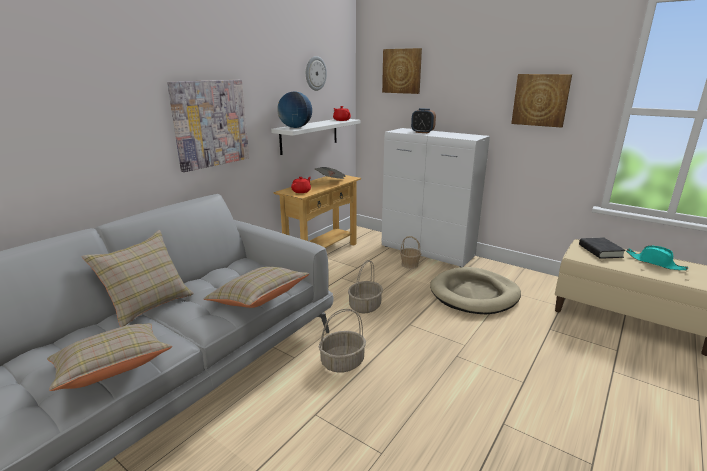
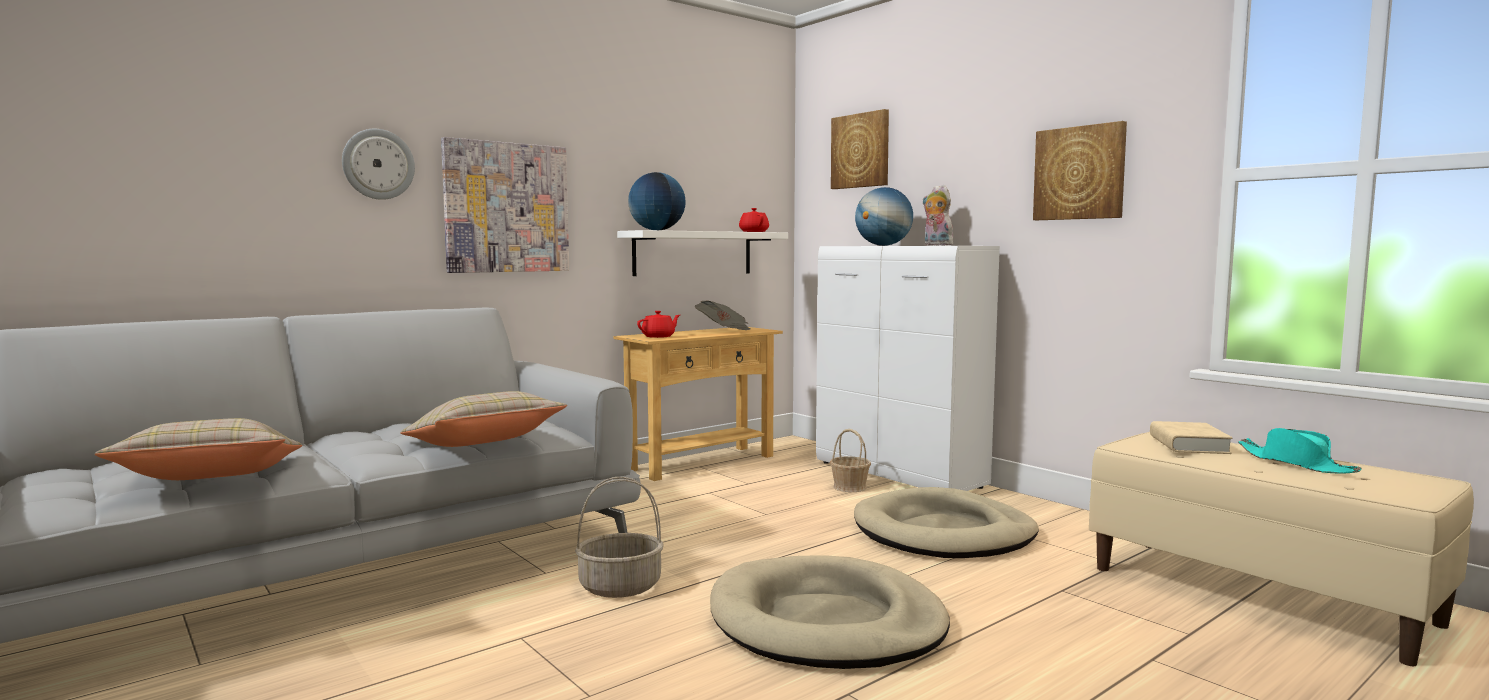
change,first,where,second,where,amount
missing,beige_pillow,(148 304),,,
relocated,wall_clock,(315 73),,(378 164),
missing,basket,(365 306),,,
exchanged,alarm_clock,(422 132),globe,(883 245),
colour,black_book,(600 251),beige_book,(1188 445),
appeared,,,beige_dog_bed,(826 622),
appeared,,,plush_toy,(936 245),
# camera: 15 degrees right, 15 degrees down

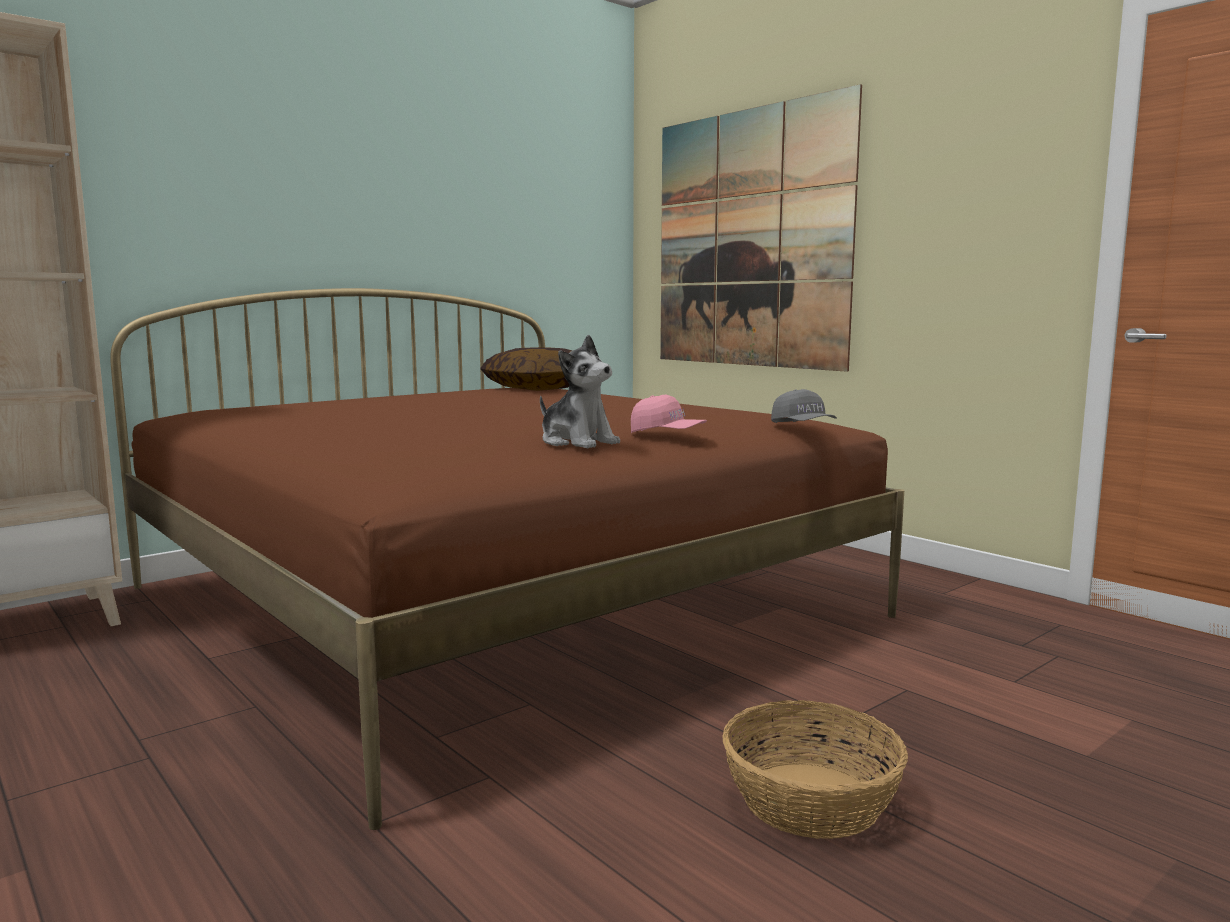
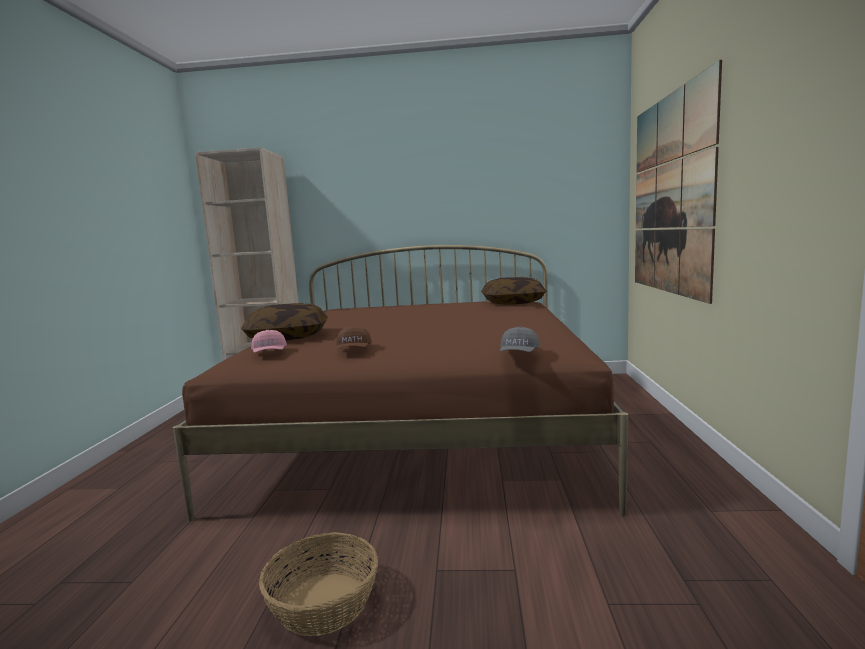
change,first,where,second,where,amount
exchanged,plush_toy,(577 442),brown_cap,(354 350),
relocated,pink_cap,(667 434),,(269 353),
appeared,,,pillow,(288 337),
# camera: 45 degrees right, 0 degrees up

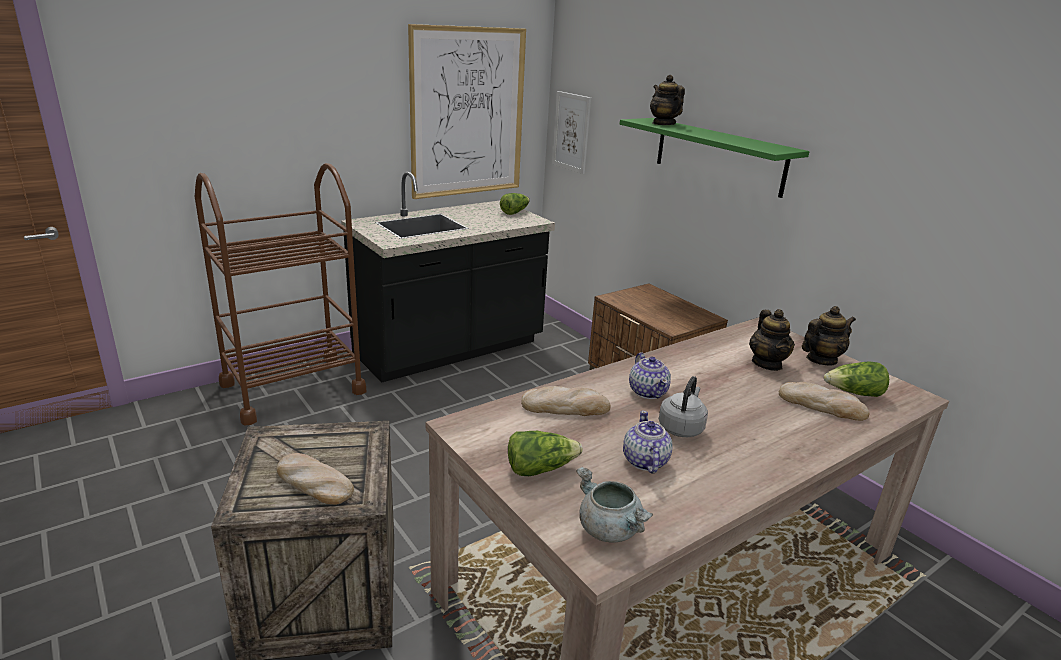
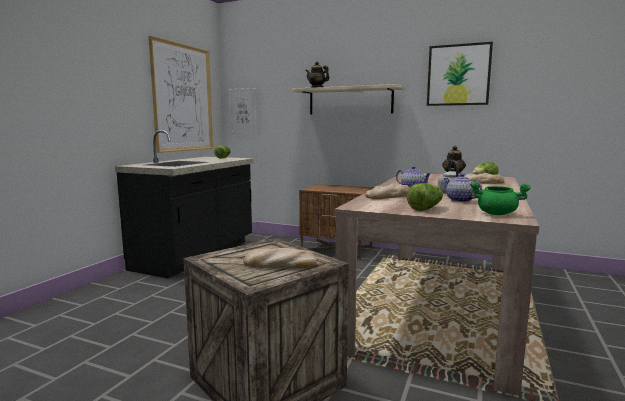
change,first,where,second,where,amount
missing,brown_cart,(293 388),,,
colour,grey_cooking_pot,(610 530),green_cooking_pot,(497 214),
colour,green_shelf,(718 156),beige_shelf,(350 101),
missing,teapot,(767 364),,,
appeared,,,picture,(458 75),
# camera: 30 degrees left, 15 degrees down

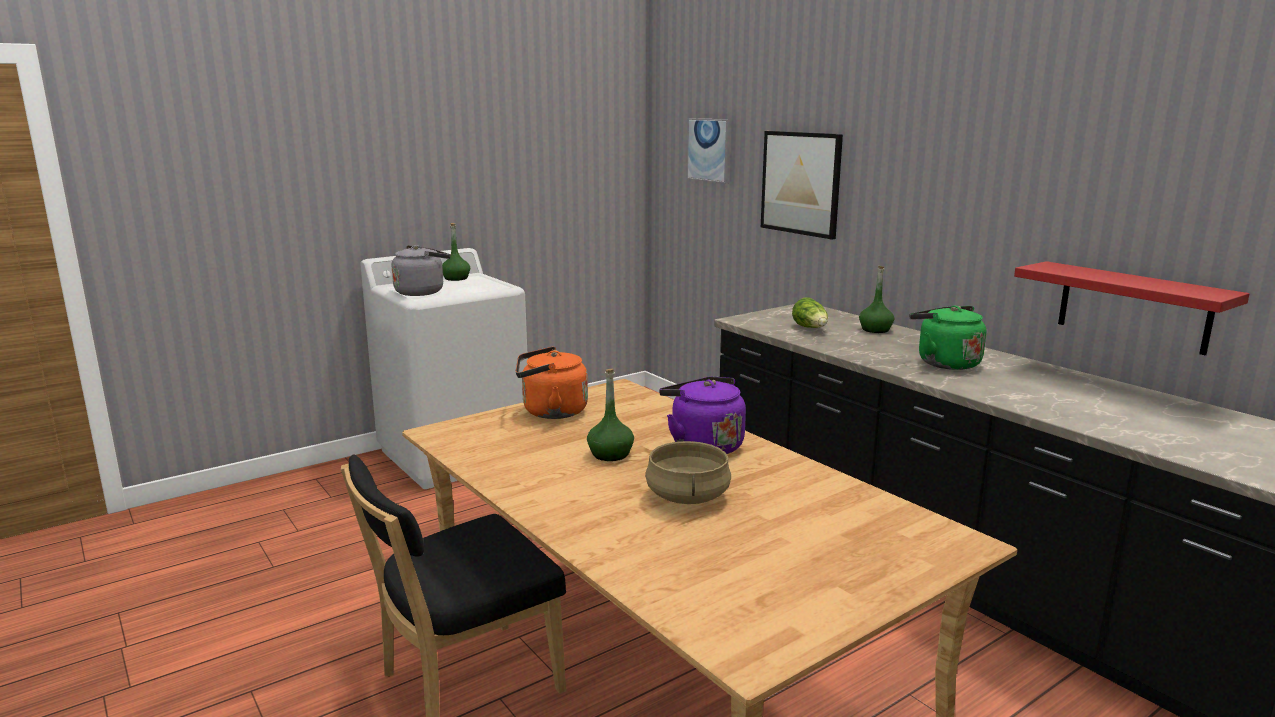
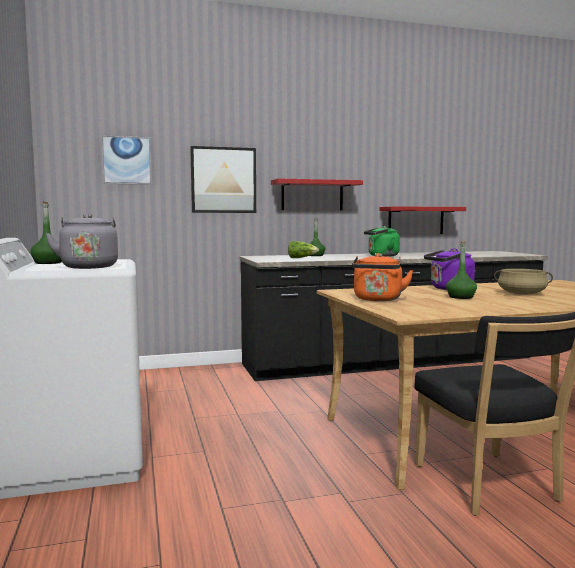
change,first,where,second,where,amount
appeared,,,red_shelf,(312 195),
# camera: 70 degrees left, 10 degrees down

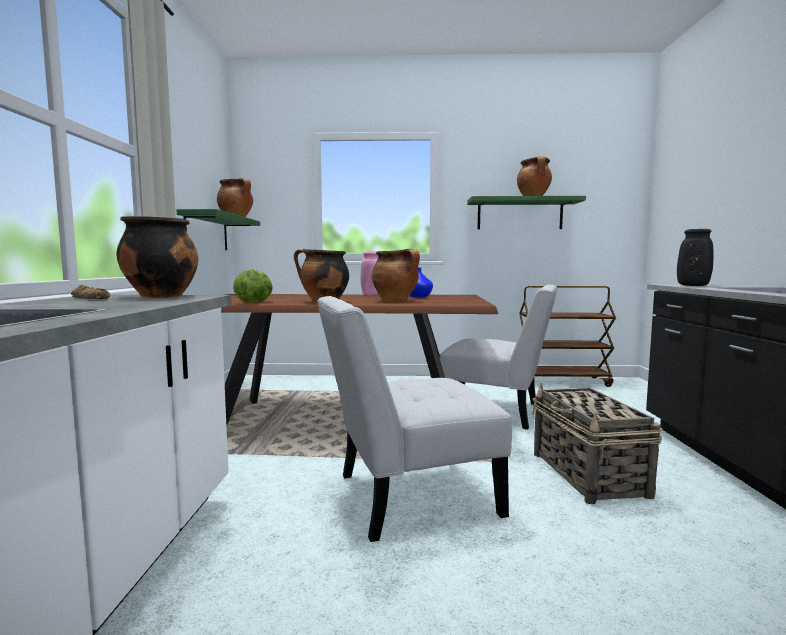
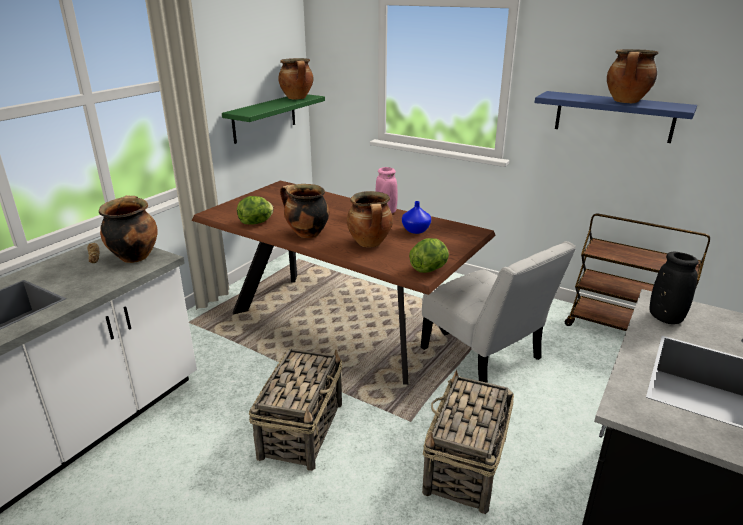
change,first,where,second,where,amount
exchanged,white_chair,(407 496),basket,(302 429),
colour,green_shelf,(520 214),blue_shelf,(613 116),
appeared,,,lettuce,(429 269),
# camera: 30 degrees right, 20 degrees up

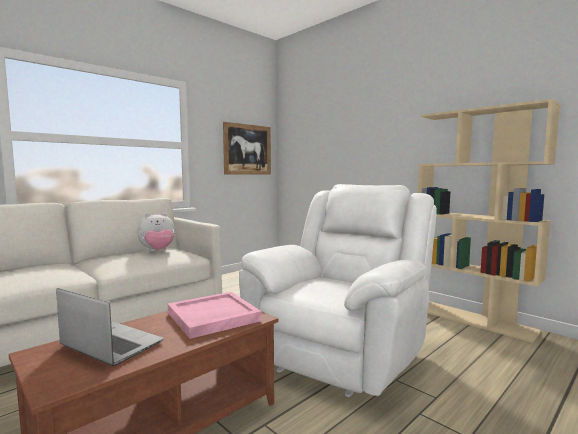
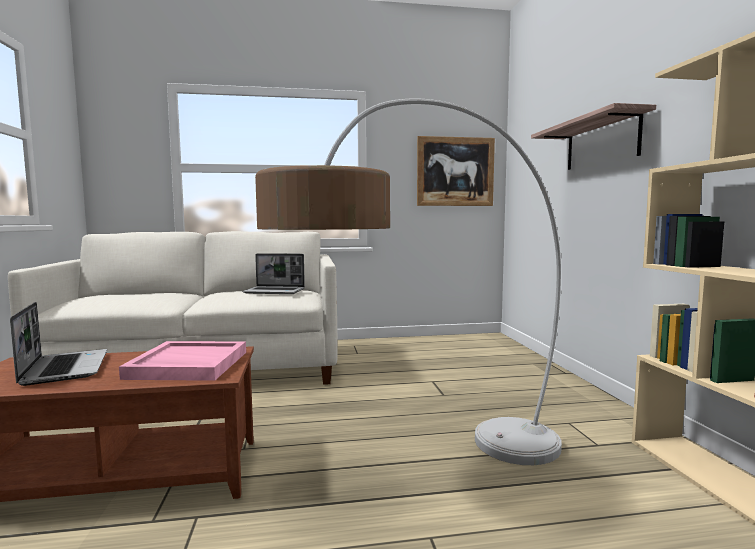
change,first,where,second,where,amount
exchanged,plush_toy,(158 251),laptop,(275 291),
exchanged,white_armchair,(342 351),floor_lamp,(414 467),
appeared,,,shelf,(601 143),
# camera: 35 degrees right, 0 degrees up

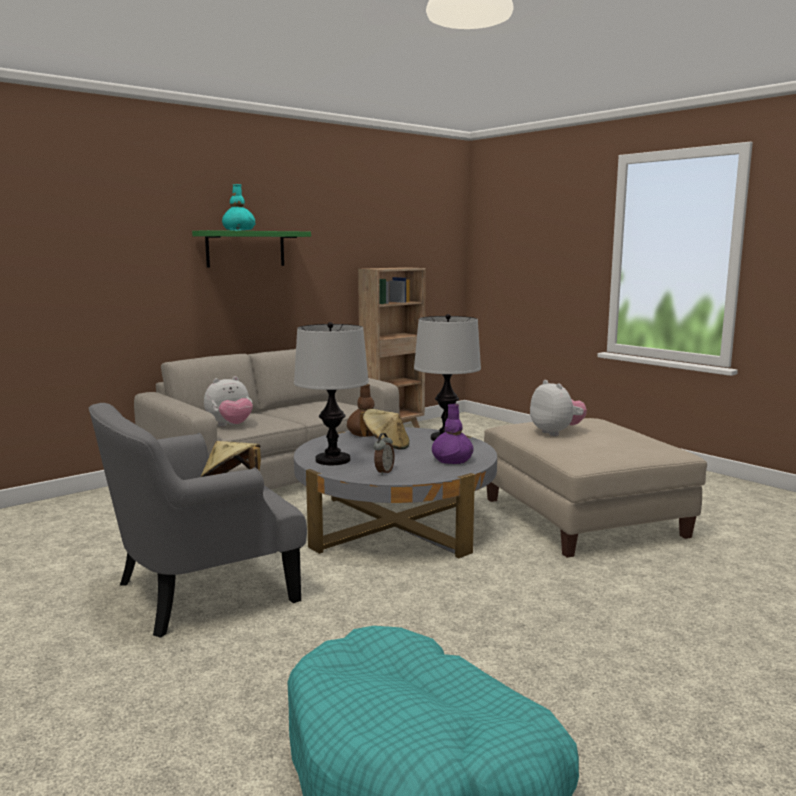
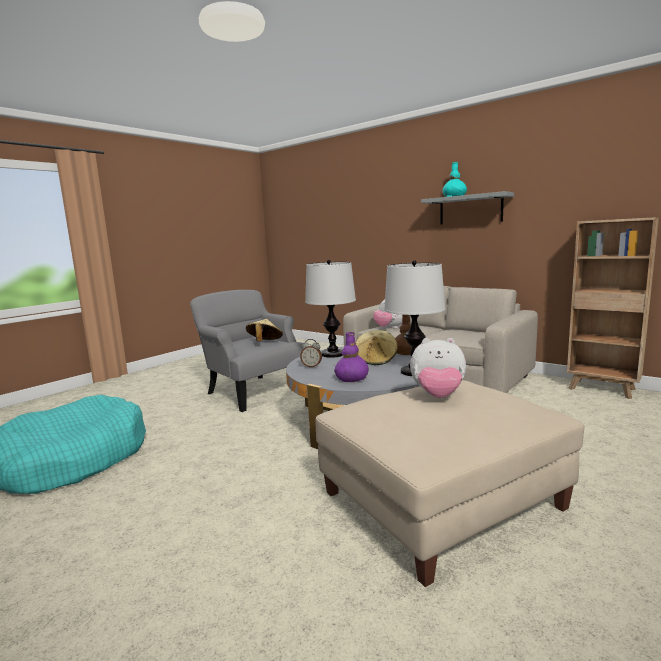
change,first,where,second,where,amount
colour,green_shelf,(245 249),grey_shelf,(470 209),
spun,plush_toy,(556 433),,(438 396),45 degrees clockwise
# camera: 80 degrees right, 0 degrees up

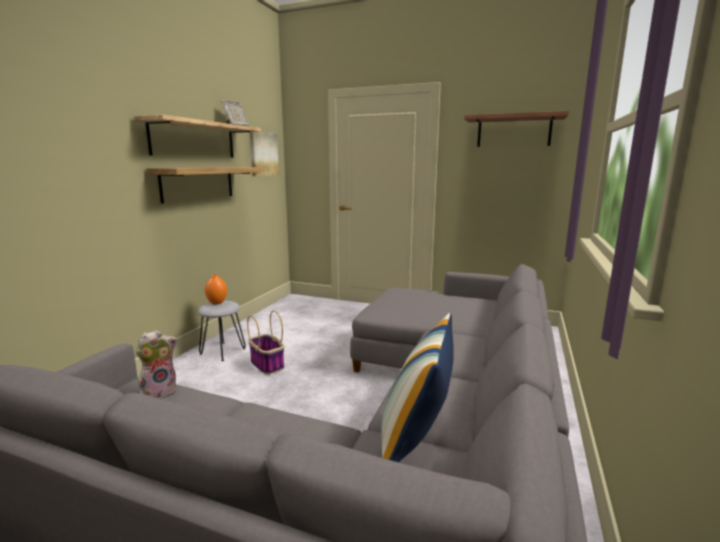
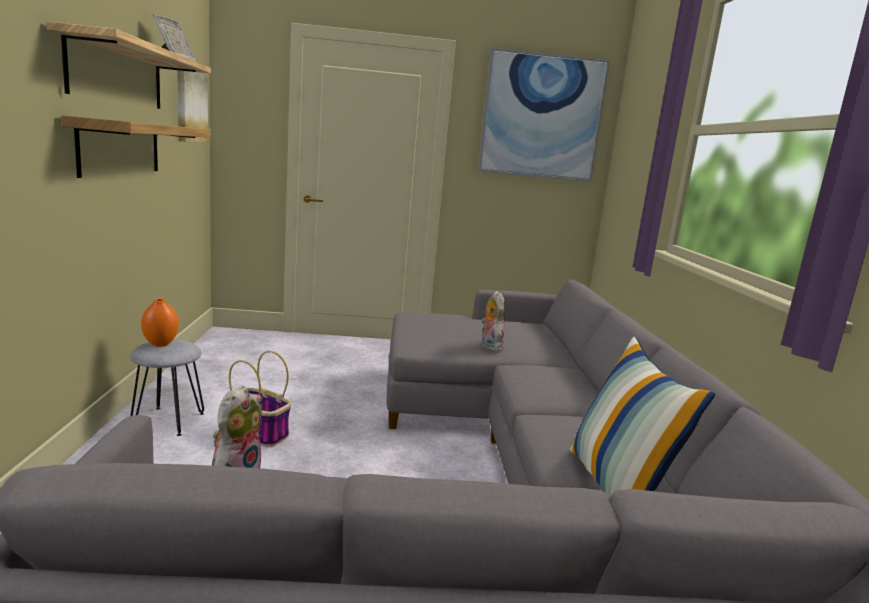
change,first,where,second,where,amount
exchanged,shelf,(513 131),picture,(541 117),
appeared,,,plush_toy,(490 346),
# camera: 25 degrees left, 0 degrees up

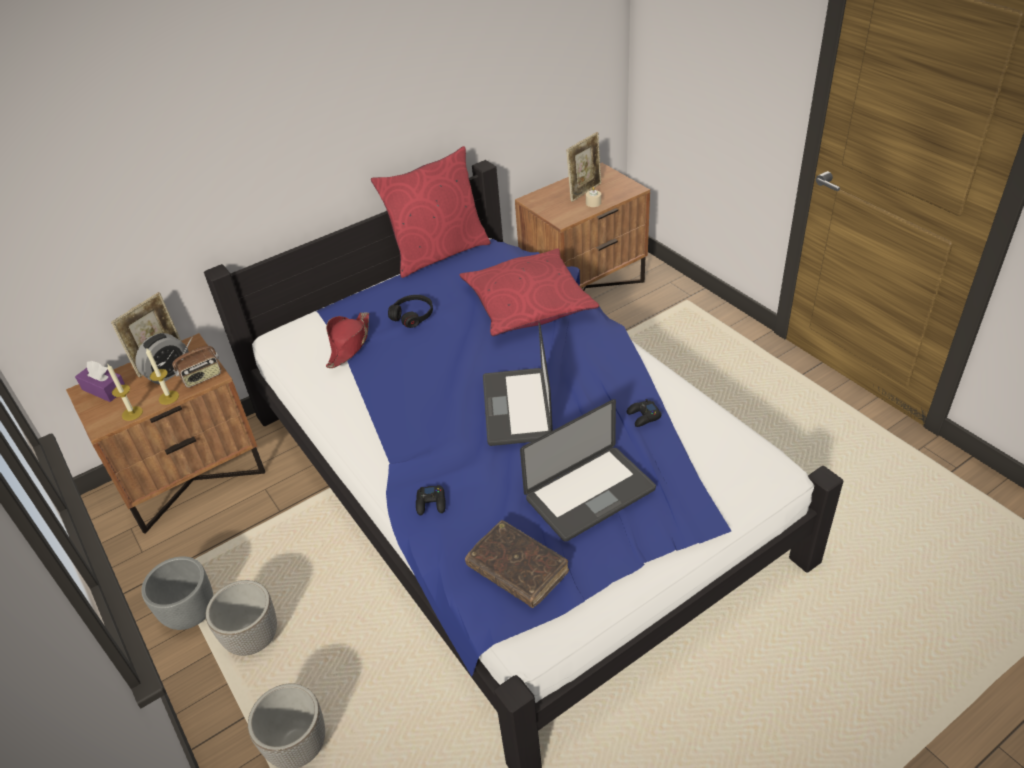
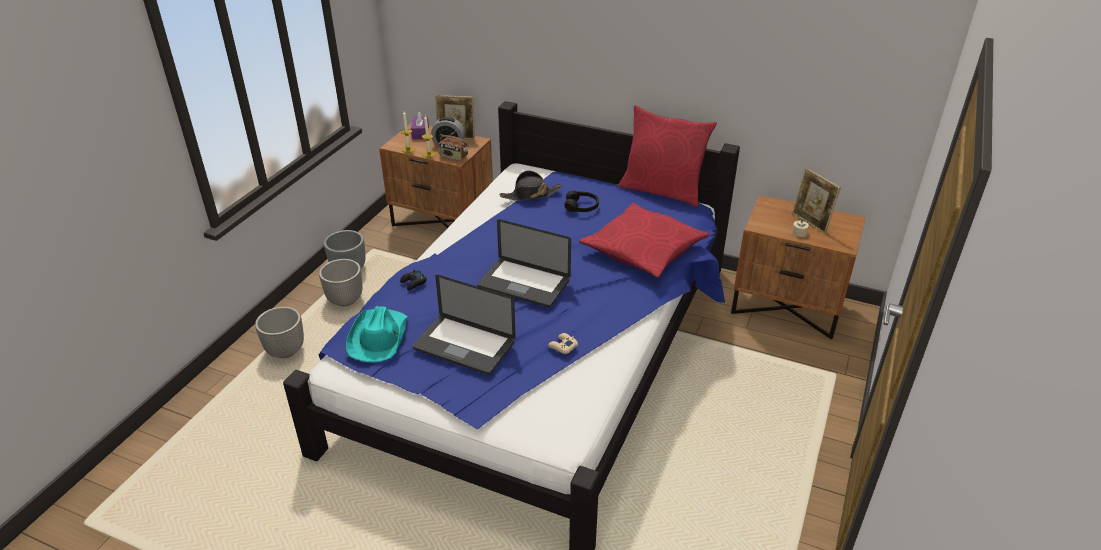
change,first,where,second,where,amount
colour,red_hat,(349 344),black_hat,(530 194),
exchanged,brown_book,(517 570),turquoise_hat,(378 337),
spun,laptop,(517 408),,(524 284),120 degrees counterclockwise
spun,picture_frame,(584 191),,(810 223),45 degrees clockwise
colour,black_game_controller,(643 416),beige_game_controller,(562 346),
# camera: 55 degrees right, 5 degrees down

